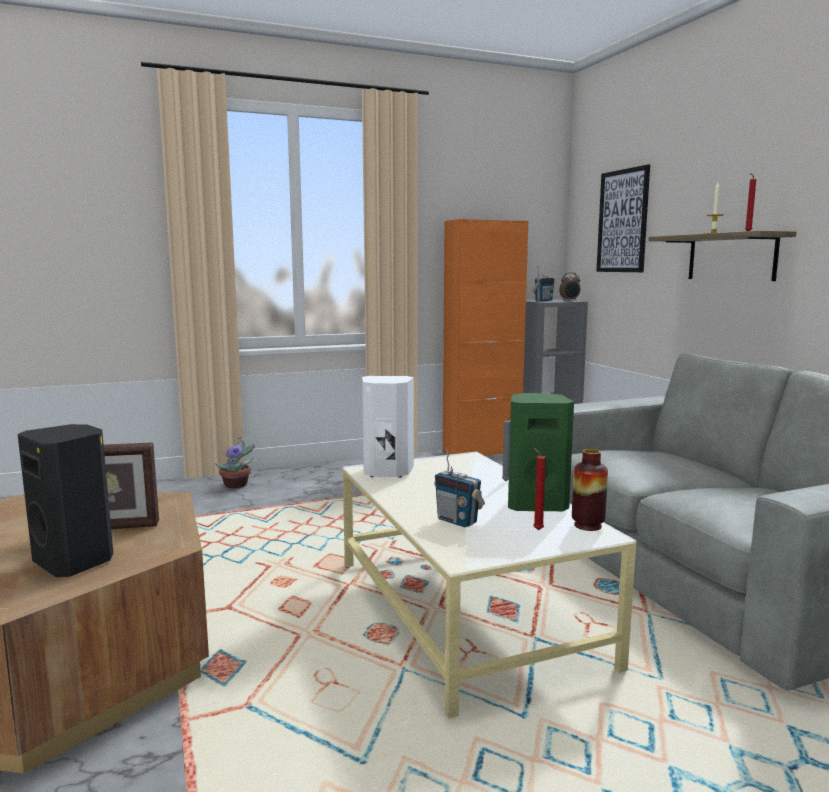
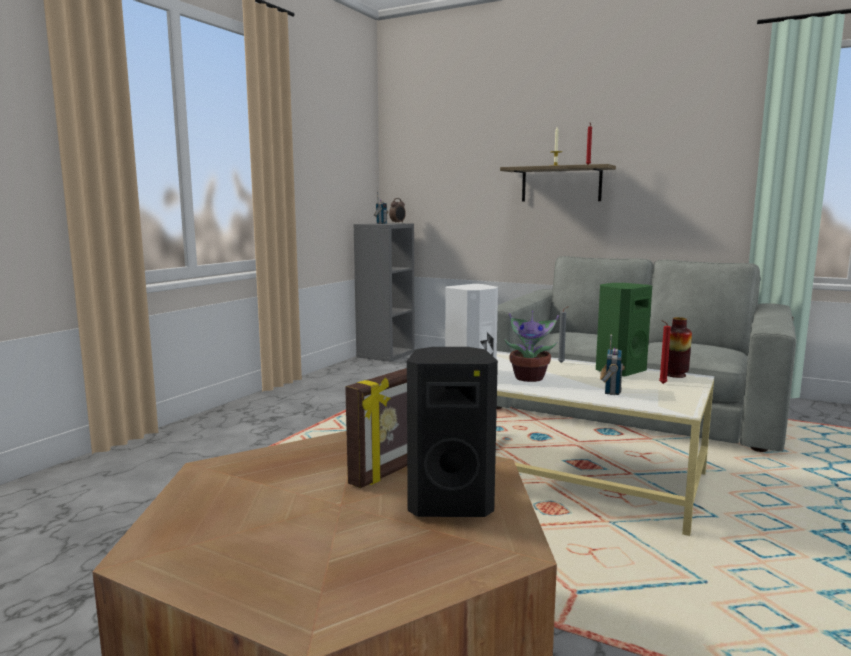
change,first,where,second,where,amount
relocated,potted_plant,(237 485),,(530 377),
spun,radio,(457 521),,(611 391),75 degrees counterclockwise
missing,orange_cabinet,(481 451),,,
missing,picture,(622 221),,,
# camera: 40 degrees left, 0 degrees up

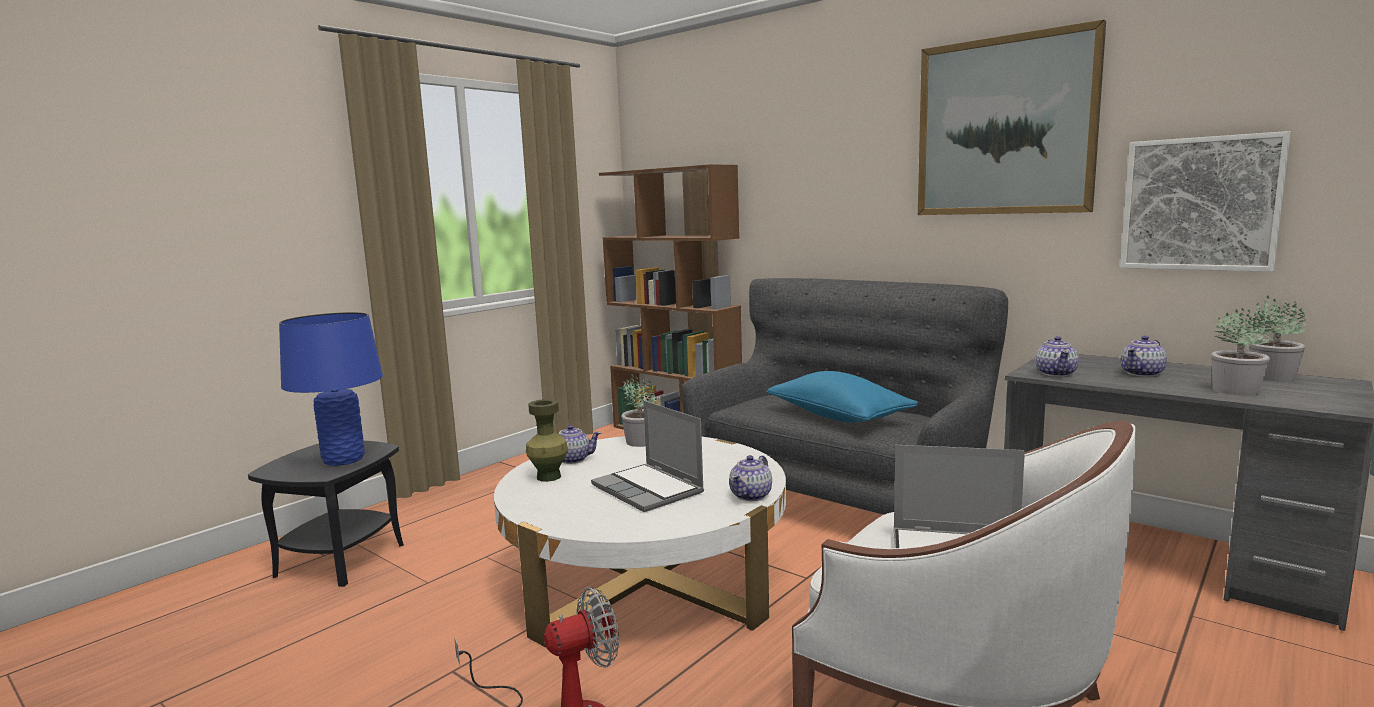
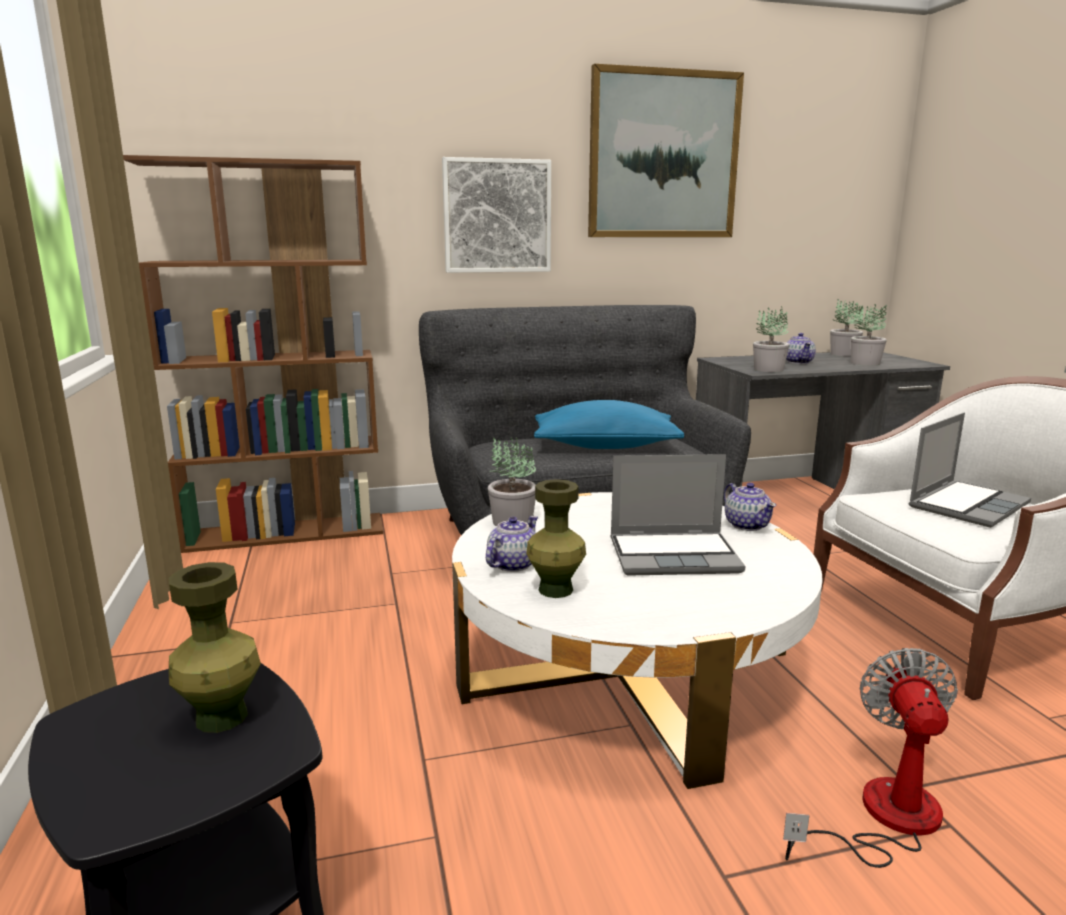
change,first,where,second,where,amount
exchanged,blue_table_lamp,(343 460),green_vase,(222 716),
exchanged,teapot,(1056 373),potted_plant,(768 369),
relocated,picture,(1200 204),,(497 216),
# camera: 55 degrees left, 5 degrees up

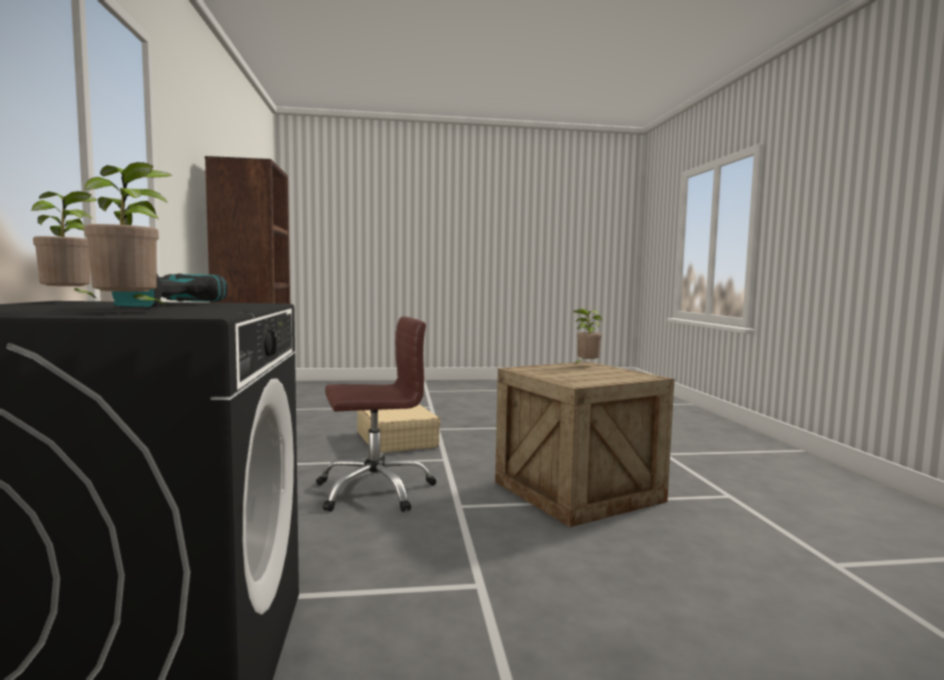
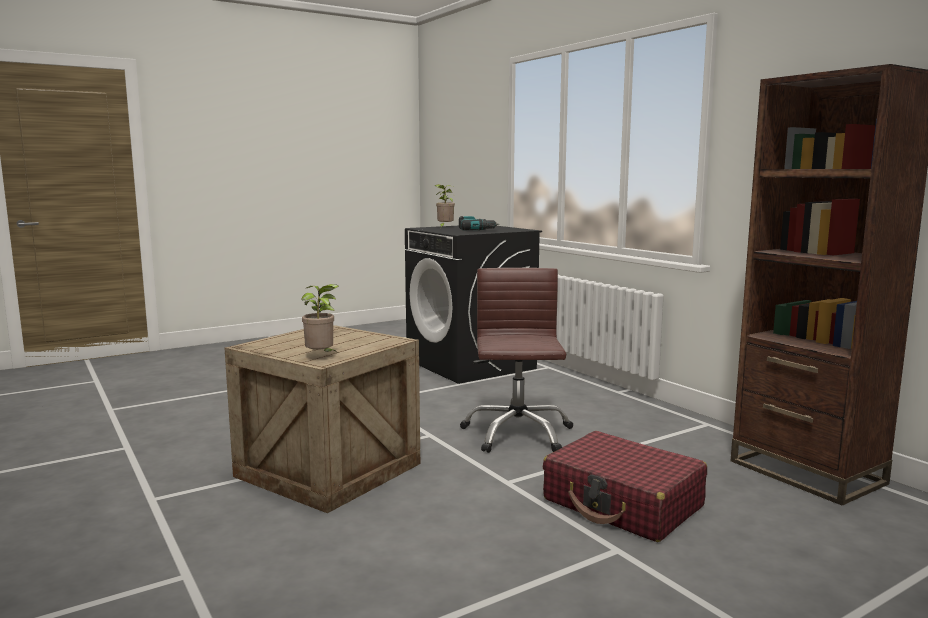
change,first,where,second,where,amount
missing,potted_plant,(70 301),,,
spun,brown_office_chair,(374 490),,(517 433),135 degrees clockwise
colour,beige_suitcase,(396 440),red_suitcase,(623 503),
# camera: 155 degrees right, 5 degrees up

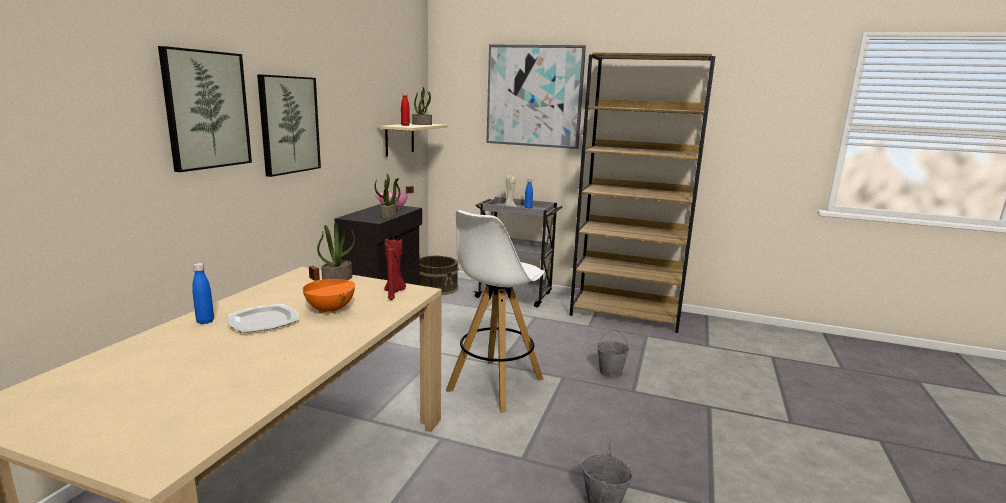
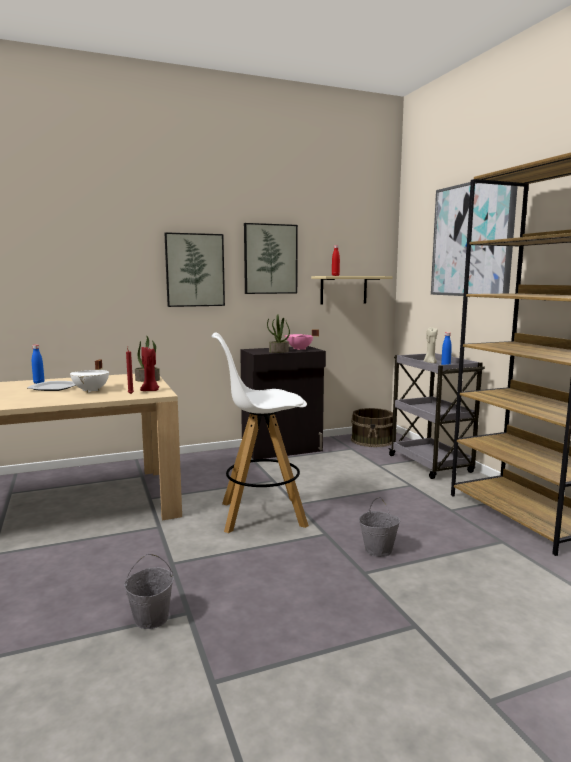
change,first,where,second,where,amount
relocated,picture,(206 110),,(270 259),
colour,orange_cooking_pot,(331 310),white_cooking_pot,(92 390),
missing,potted_plant,(422 124),,,
# camera: 50 degrees right, 5 degrees down

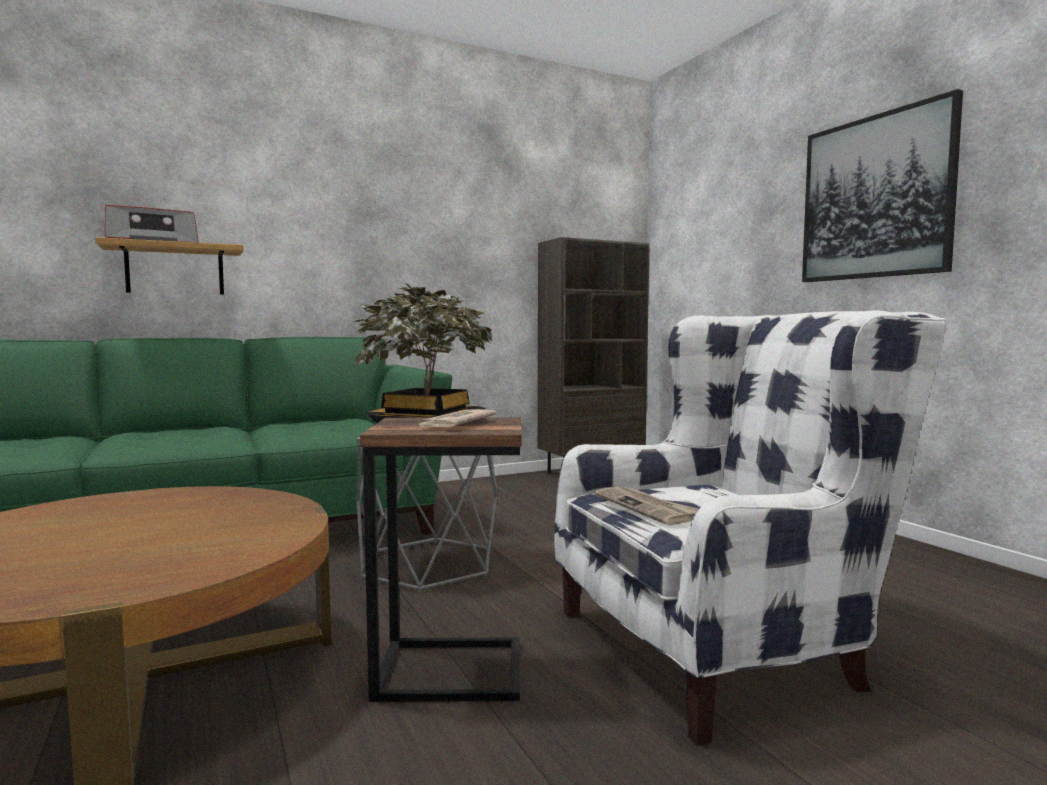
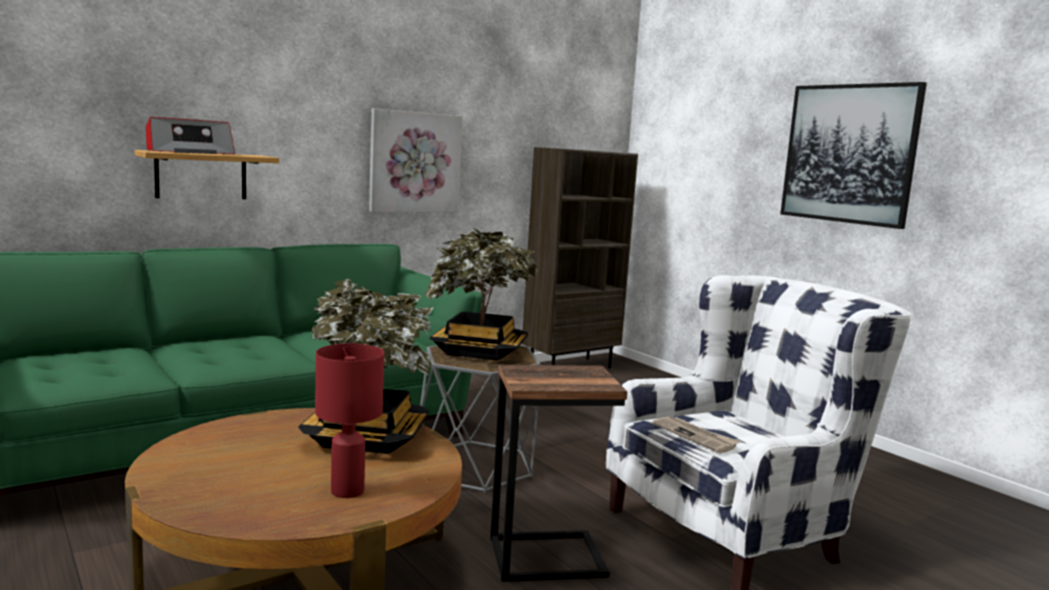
change,first,where,second,where,amount
missing,newspaper,(455 423),,,
appeared,,,potted_plant,(365 438),
appeared,,,red_table_lamp,(348 491),
appeared,,,picture,(414 162),
# camera: 10 degrees left, 5 degrees up

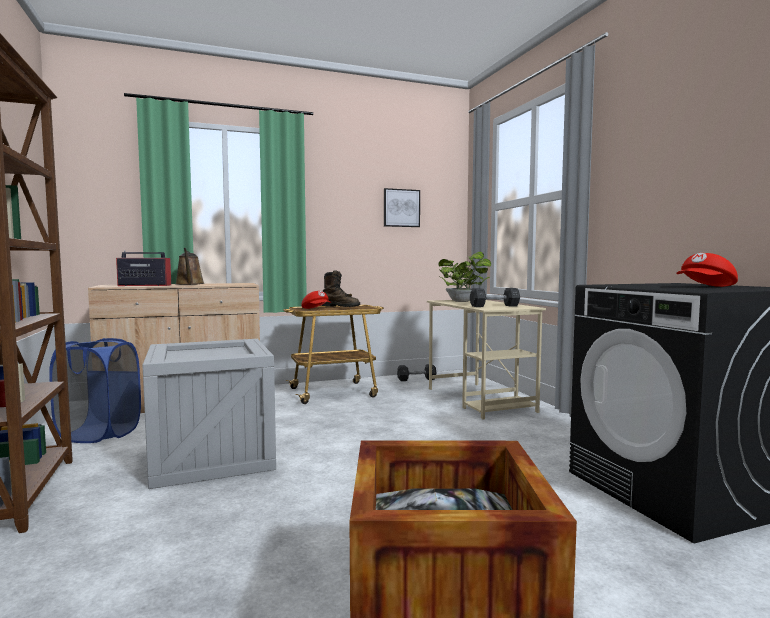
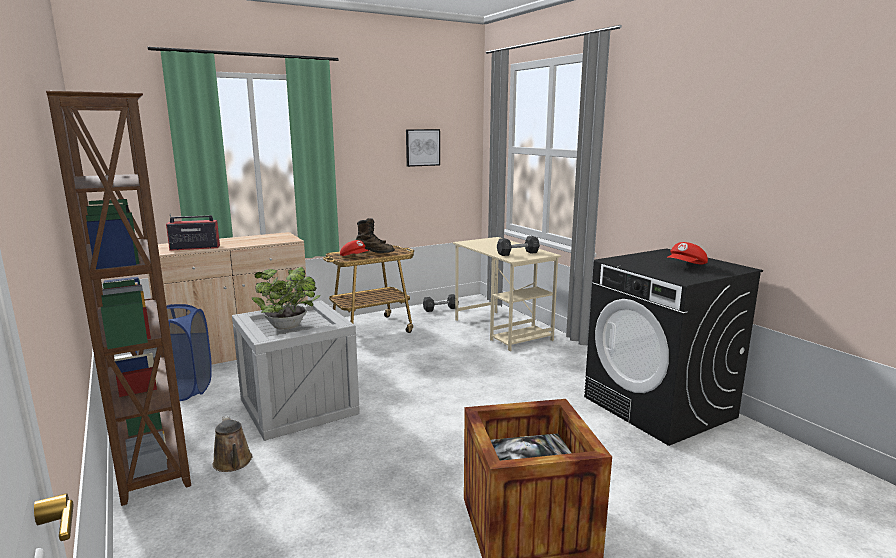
change,first,where,second,where,amount
relocated,brown_watering_can,(189 284),,(233 463),
relocated,potted_plant,(463 301),,(289 327),
# camera: 10 degrees left, 10 degrees up

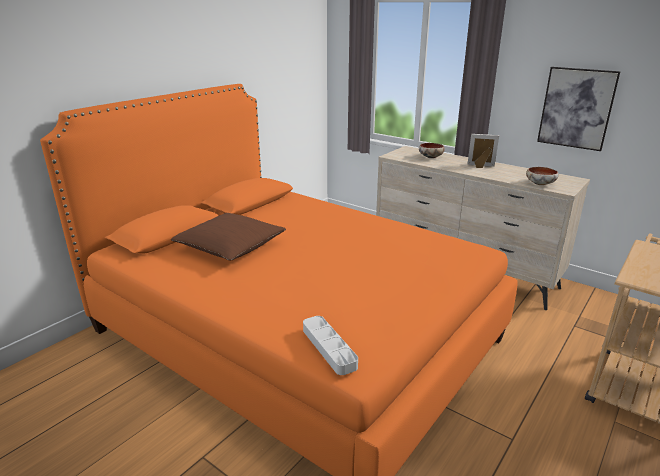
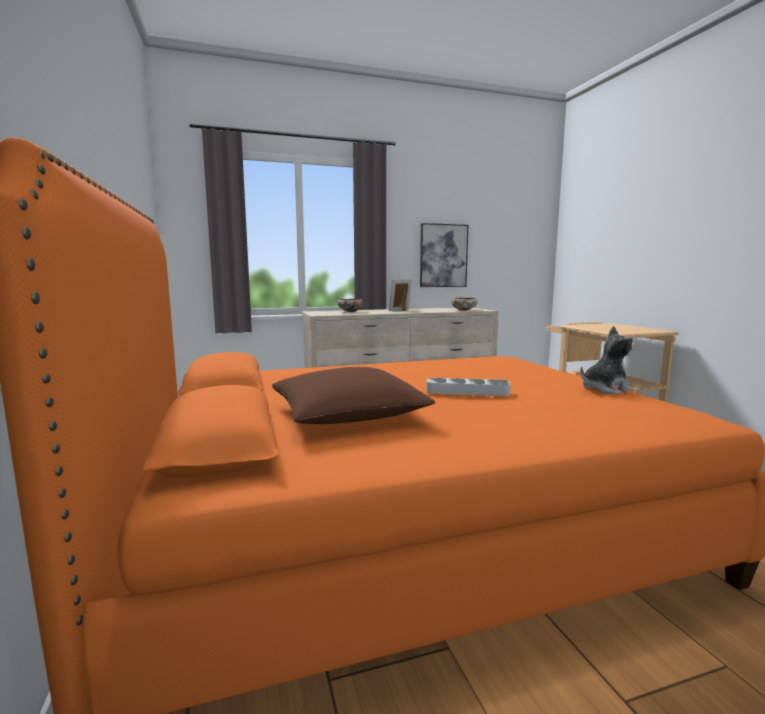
change,first,where,second,where,amount
relocated,grey_tray,(329 348),,(467 391),
appeared,,,plush_toy,(605 389),
# camera: 55 degrees left, 15 degrees down

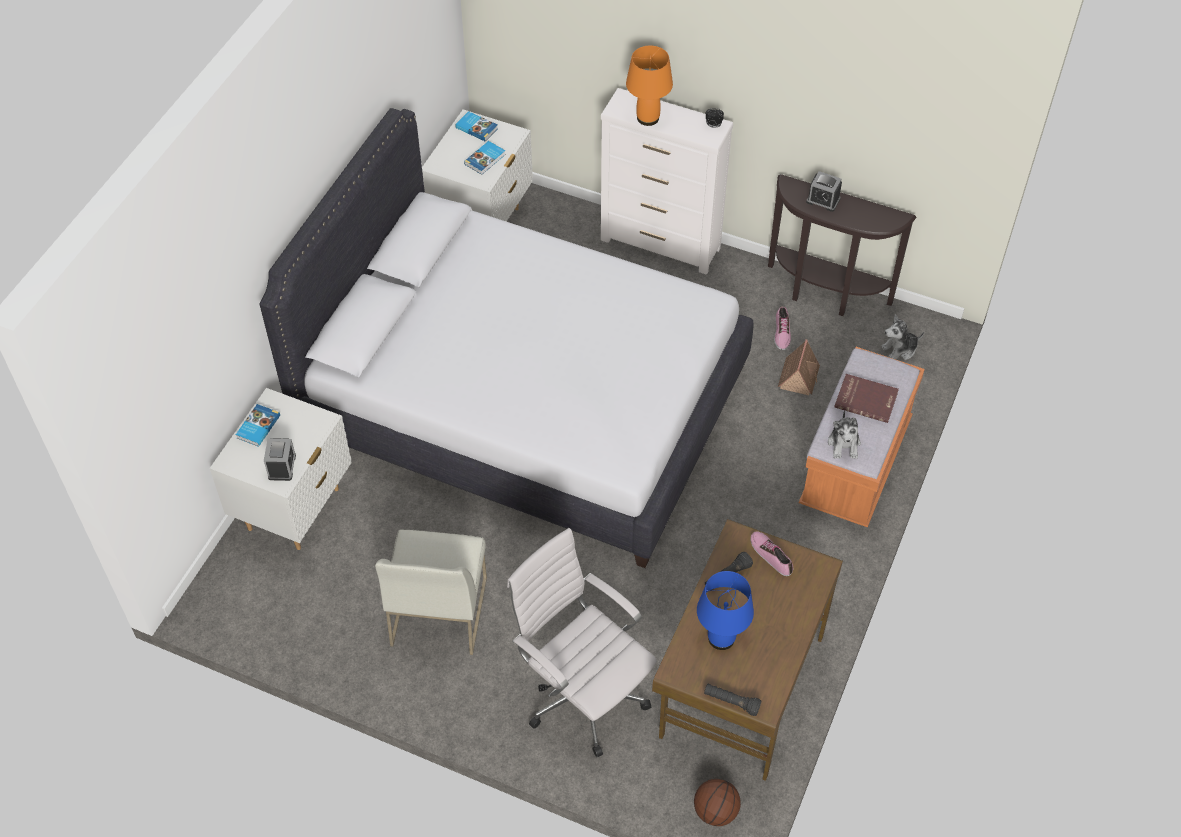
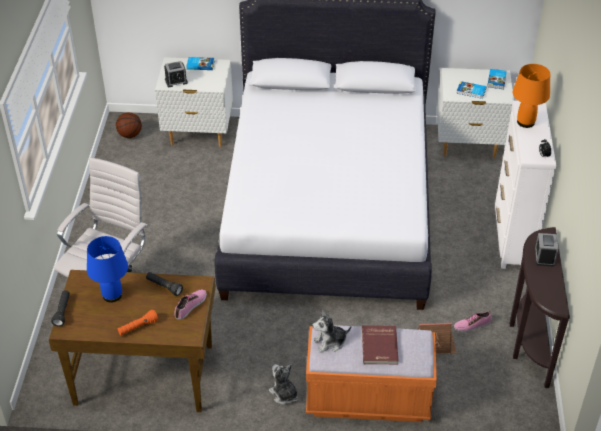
change,first,where,second,where,amount
missing,white_chair,(438 610),,,
relocated,basketball,(715 812),,(129 135),
relocated,plush_toy,(899 349),,(284 394),
appeared,,,orange_flashlight,(138 327),
# camera: 70 degrees right, 10 degrees down

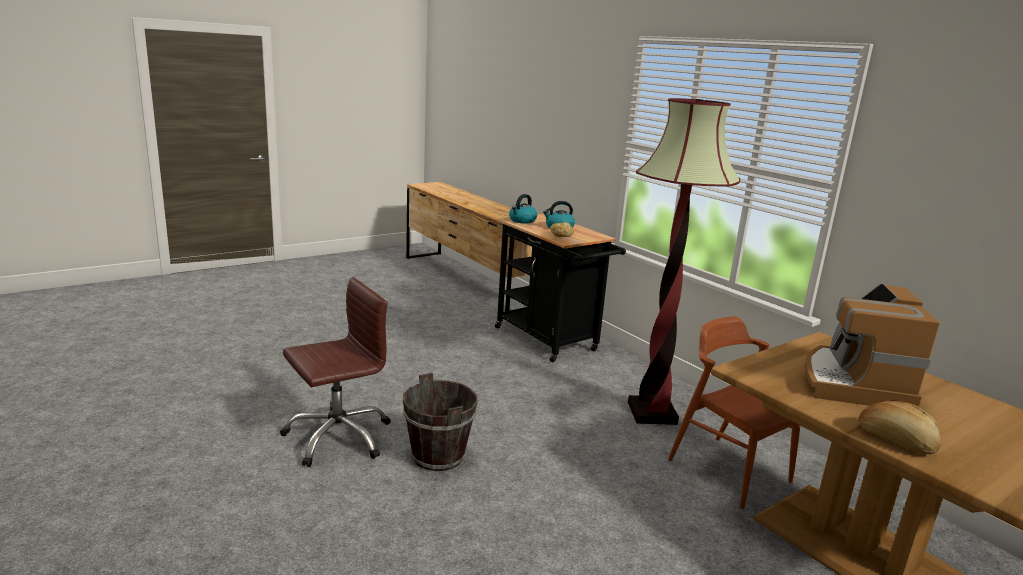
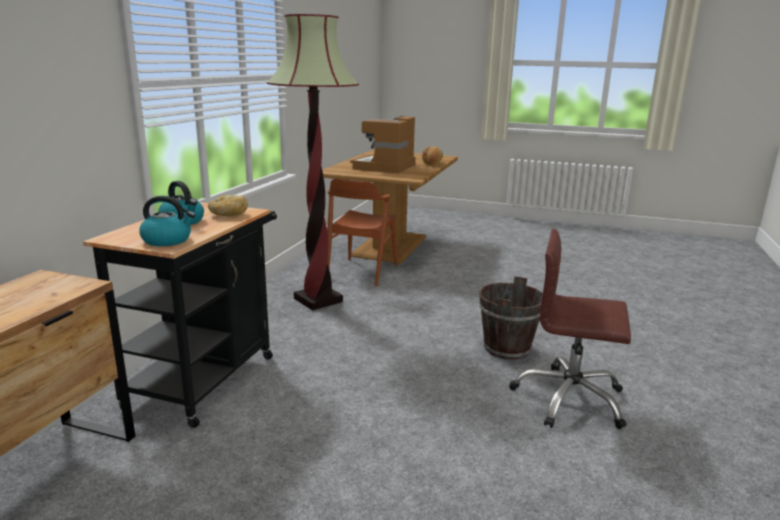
change,first,where,second,where,amount
spun,coffee_machine,(853 383),,(385 167),135 degrees clockwise
# camera: 125 degrees left, 0 degrees up

